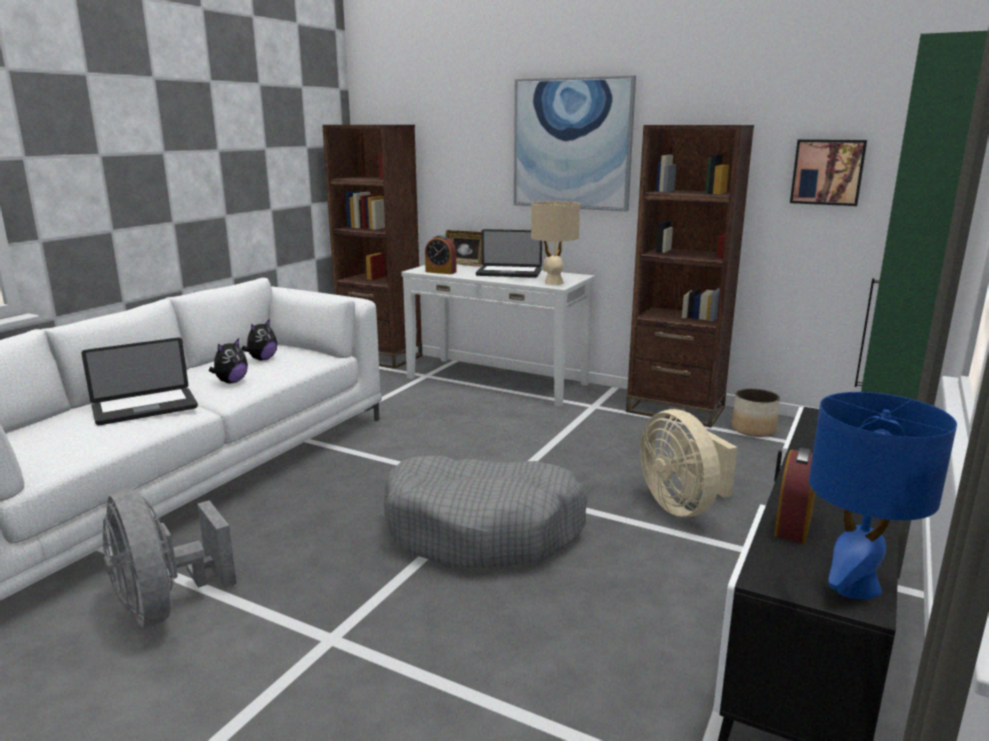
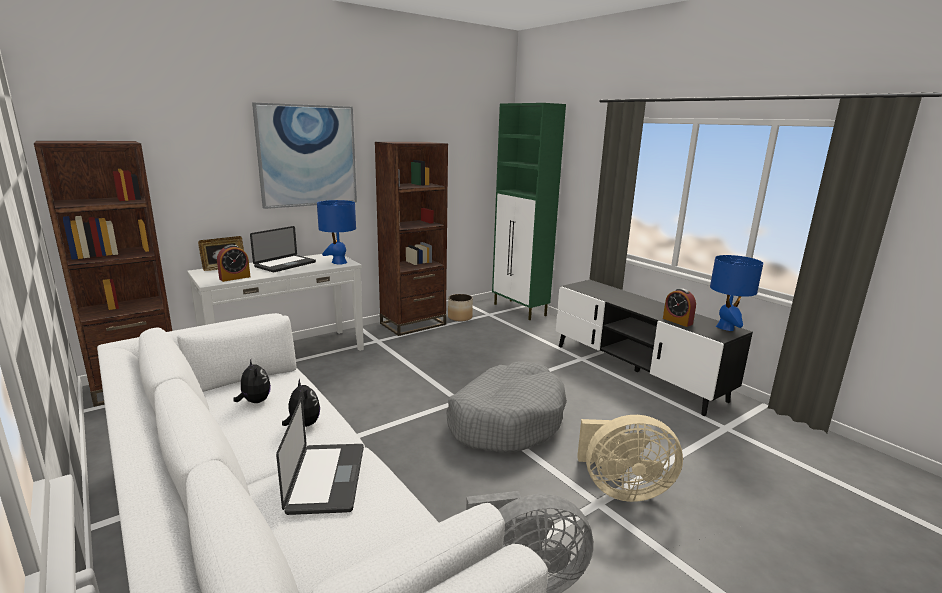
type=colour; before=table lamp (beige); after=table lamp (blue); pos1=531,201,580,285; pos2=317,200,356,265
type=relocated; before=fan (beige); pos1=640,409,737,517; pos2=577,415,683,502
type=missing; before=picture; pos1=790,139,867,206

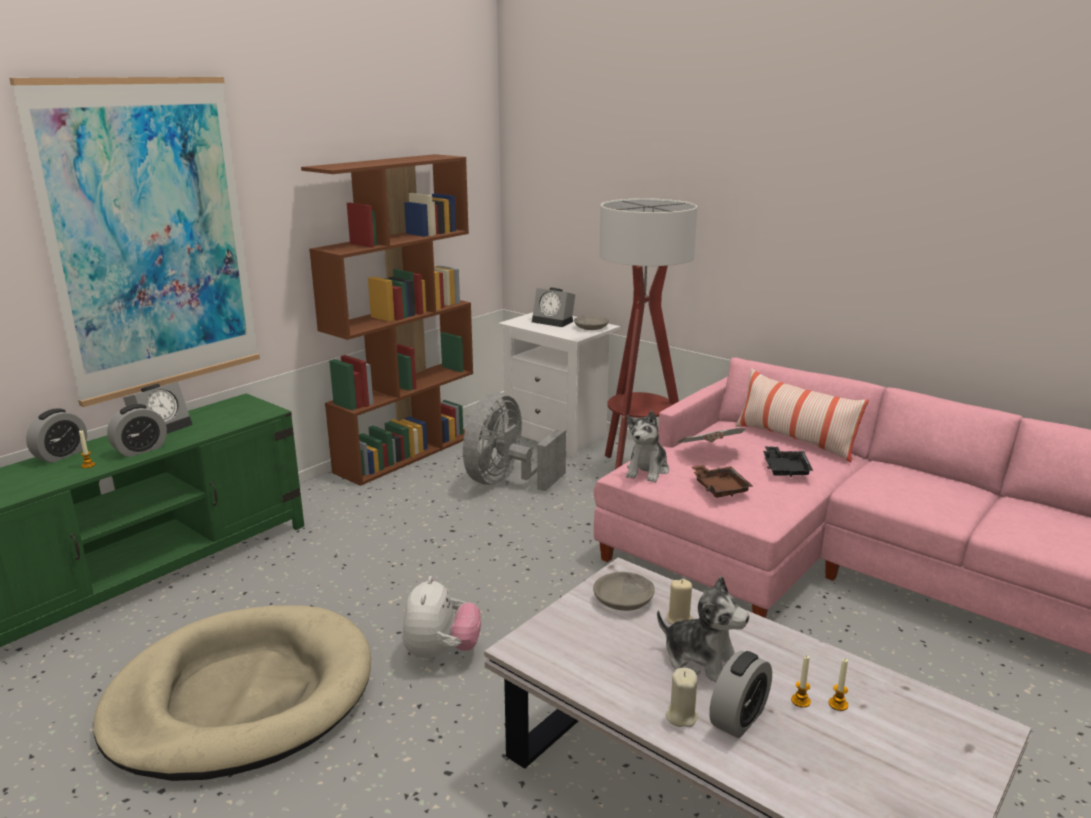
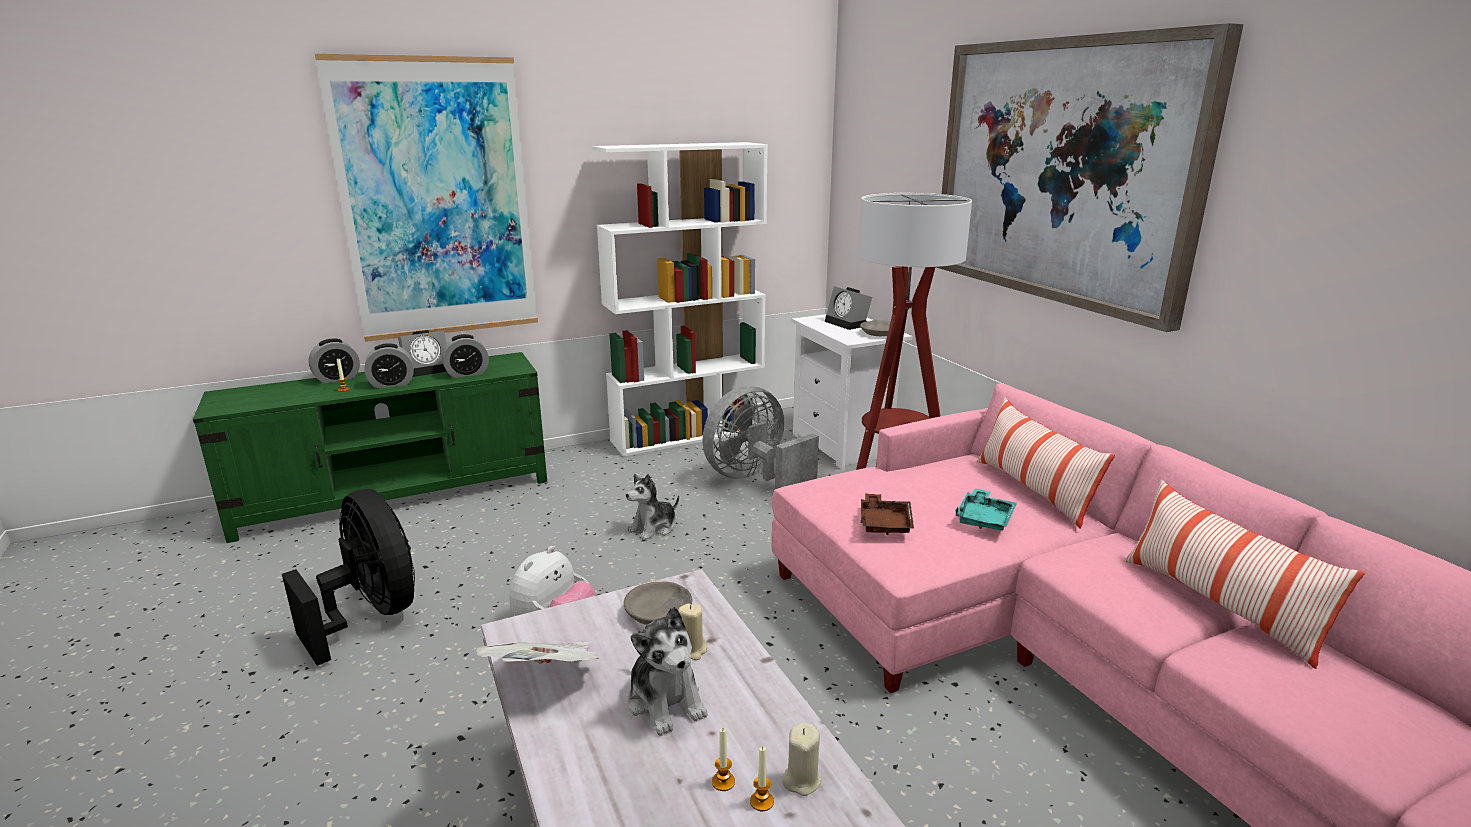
type=exchanged; before=dog bed (beige); after=fan (black); pos1=94,605,371,781; pos2=282,489,415,666
type=relocated; before=alarm clock; pos1=709,651,772,738; pos2=442,334,489,378
type=relocated; before=newspaper; pos1=678,428,746,443; pos2=476,641,599,664
type=colour; before=bookcase (brown); after=bookcase (white); pos1=301,154,473,486; pos2=592,142,768,457
type=relocated; before=plush toy; pos1=626,411,669,483; pos2=626,474,679,540
type=relocated; before=candle (beige); pos1=666,668,698,727; pos2=782,722,822,796
type=appeared; after=picture; pos2=936,23,1244,332
type=colour; before=tray (black); after=tray (turquoise); pos1=763,446,813,477; pos2=955,488,1017,530
type=appeared; after=pillow; pos2=1124,480,1365,669

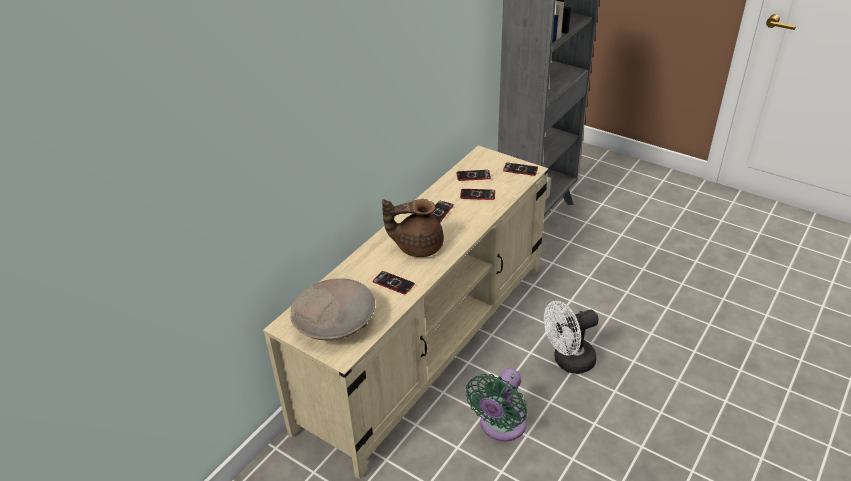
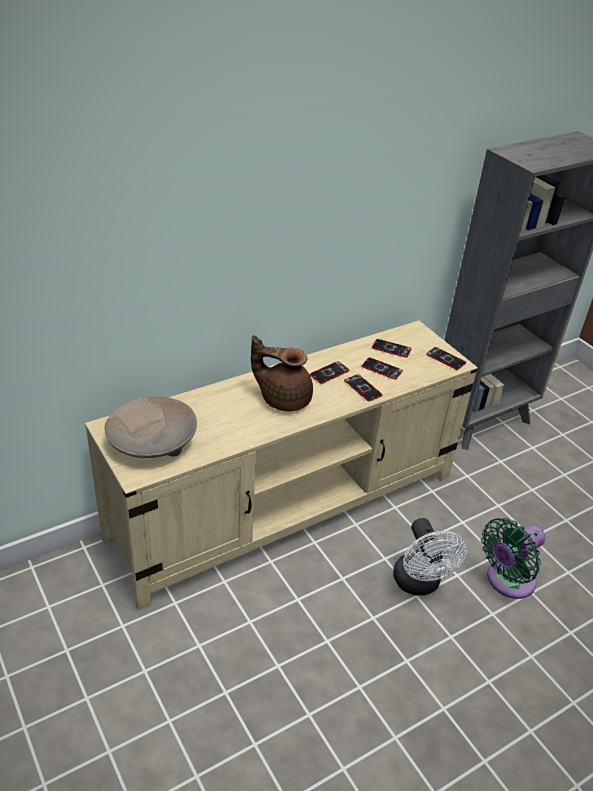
type=relocated; before=phone; pos1=373,271,415,294; pos2=344,374,383,401
type=spun; before=fan (white); pos1=544,301,599,374; pos2=393,518,467,595; turn=-105
type=relocated; before=fan (green); pos1=466,368,527,441; pos2=481,518,545,599

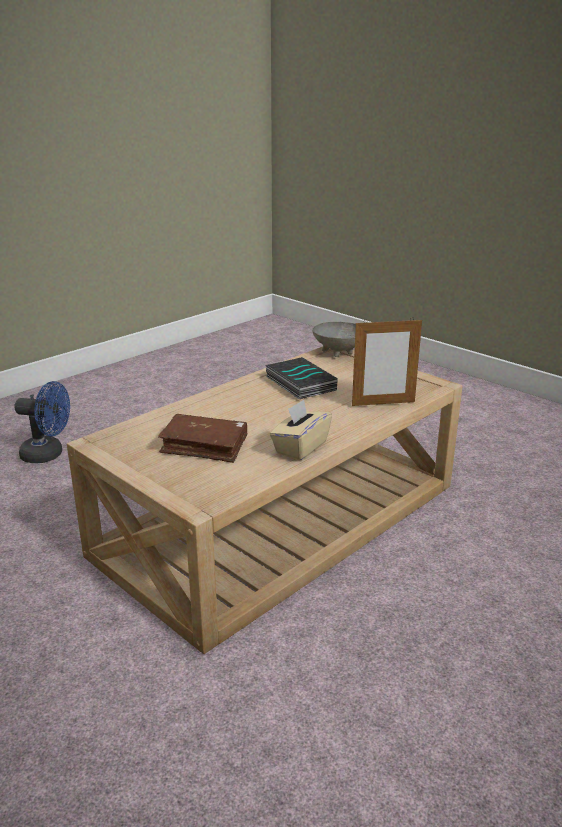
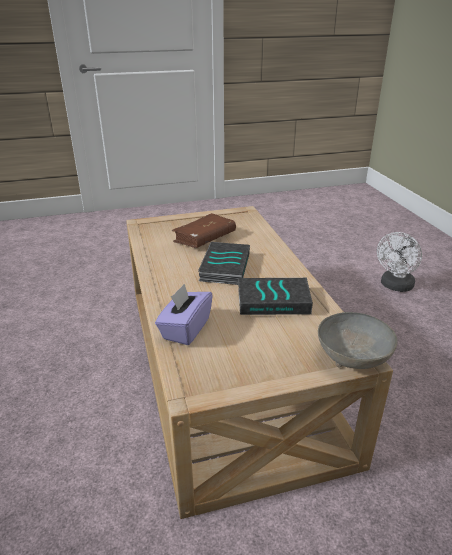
type=exchanged; before=picture frame; after=tissue box (purple); pos1=352,317,422,406; pos2=155,284,213,345
type=appeared; after=book; pos2=198,242,250,285
type=colour; before=fan (blue); after=fan (white); pos1=14,381,70,463; pos2=377,232,422,292
type=missing; before=tissue box (beige); pos1=270,400,332,461

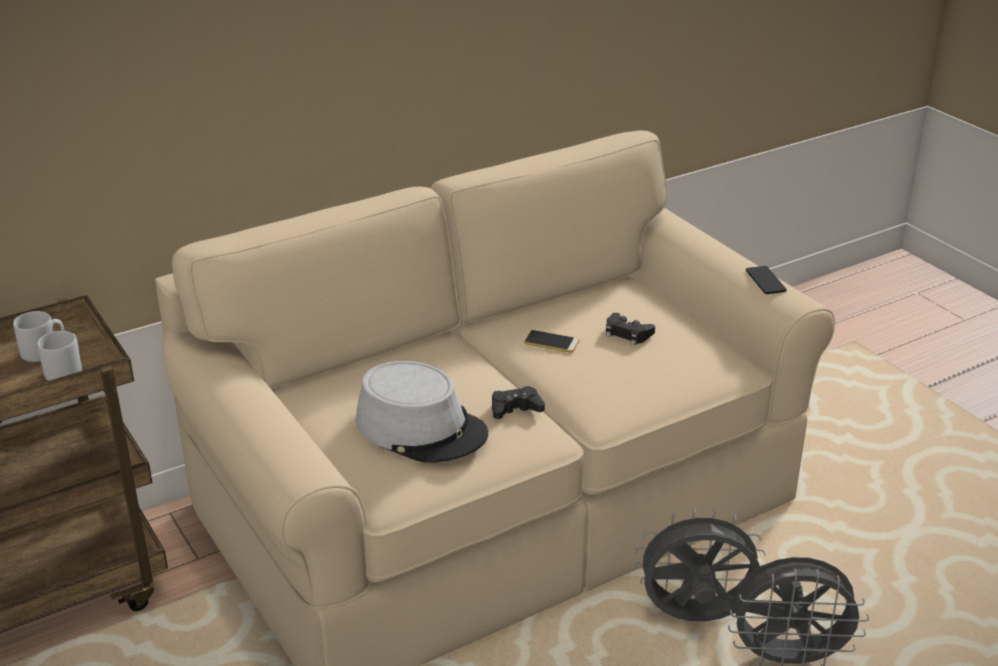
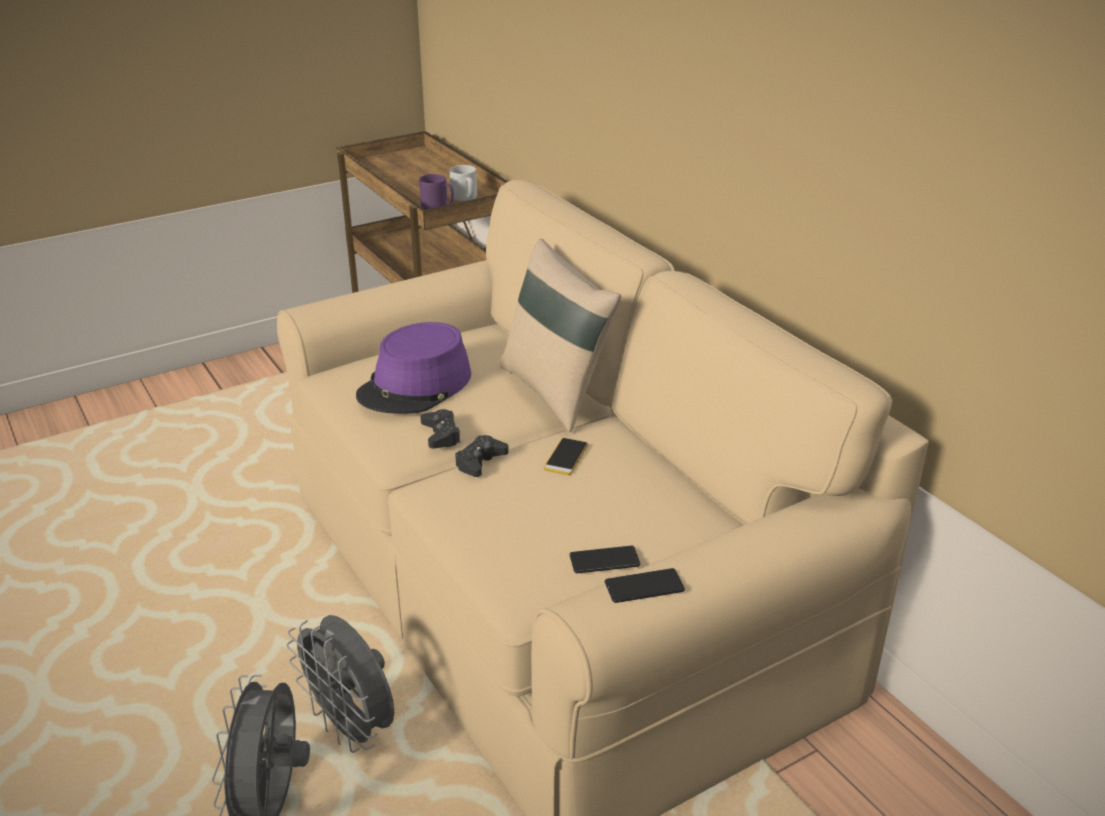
type=spun; before=fan (grey); pos1=634,508,766,621; pos2=286,615,394,753; turn=135
type=colour; before=hat (grey); after=hat (purple); pos1=356,361,488,463; pos2=356,322,471,414
type=colour; before=mug (grey); after=mug (purple); pos1=37,331,82,381; pos2=419,174,454,210
type=relocated; before=game controller (black); pos1=606,313,655,345; pos2=455,435,509,477
type=appeared; after=pillow (beige); pos2=500,239,621,432
type=appeared; after=phone; pos2=570,546,640,573

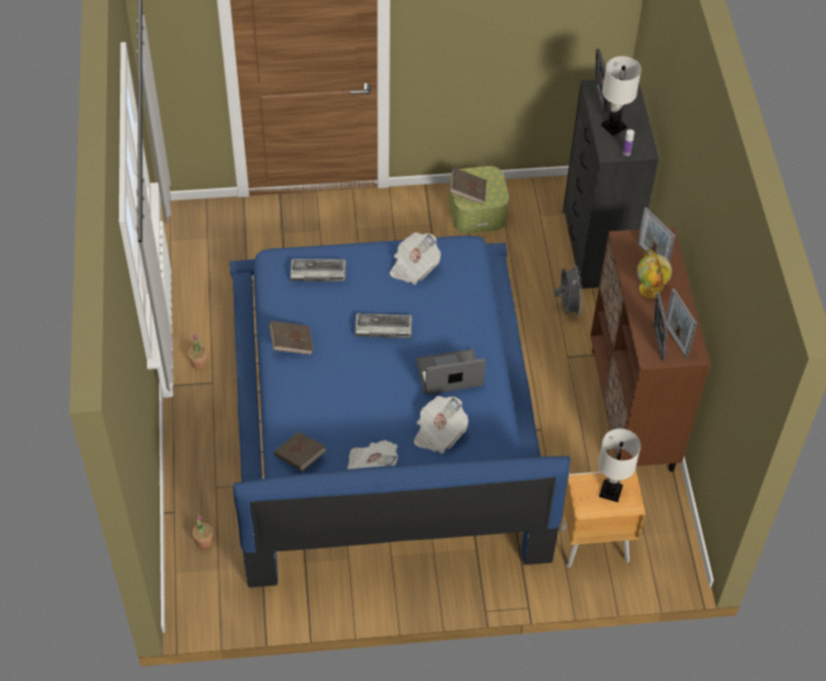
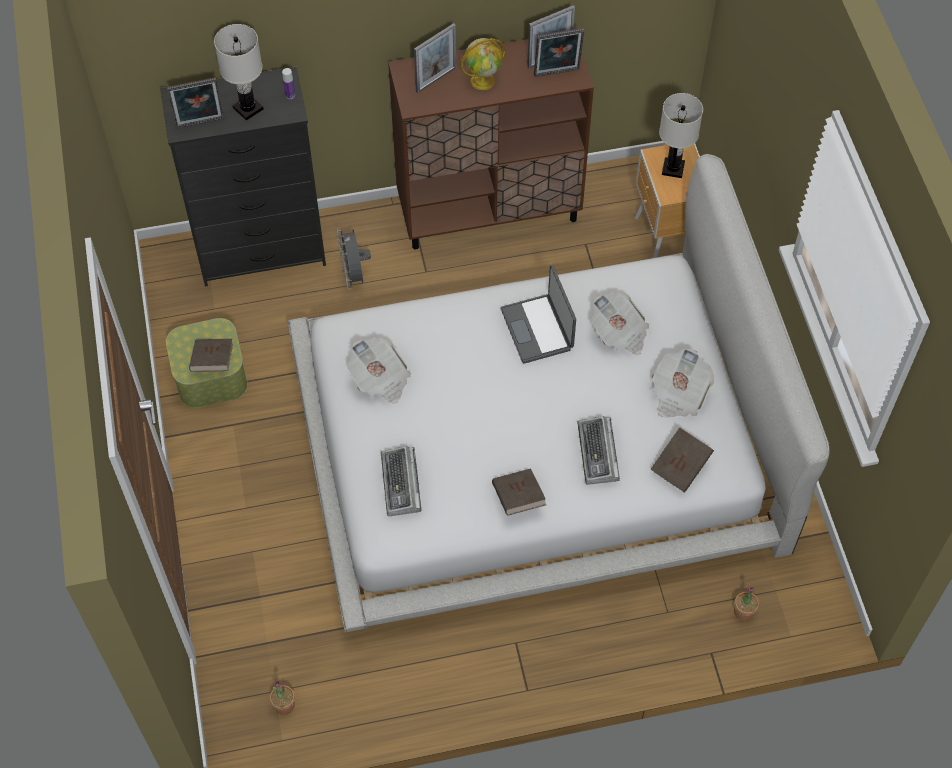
type=relocated; before=potted plant; pos1=188,335,207,370; pos2=270,681,295,715
type=colour; before=bed (blue); after=bed (white); pos1=230,236,571,588; pos2=288,154,830,633
type=spun; before=fan (grey); pos1=554,265,583,317; pos2=337,227,371,289; turn=-90
type=relocated; before=keyboard; pos1=355,313,412,338; pos2=577,416,620,485

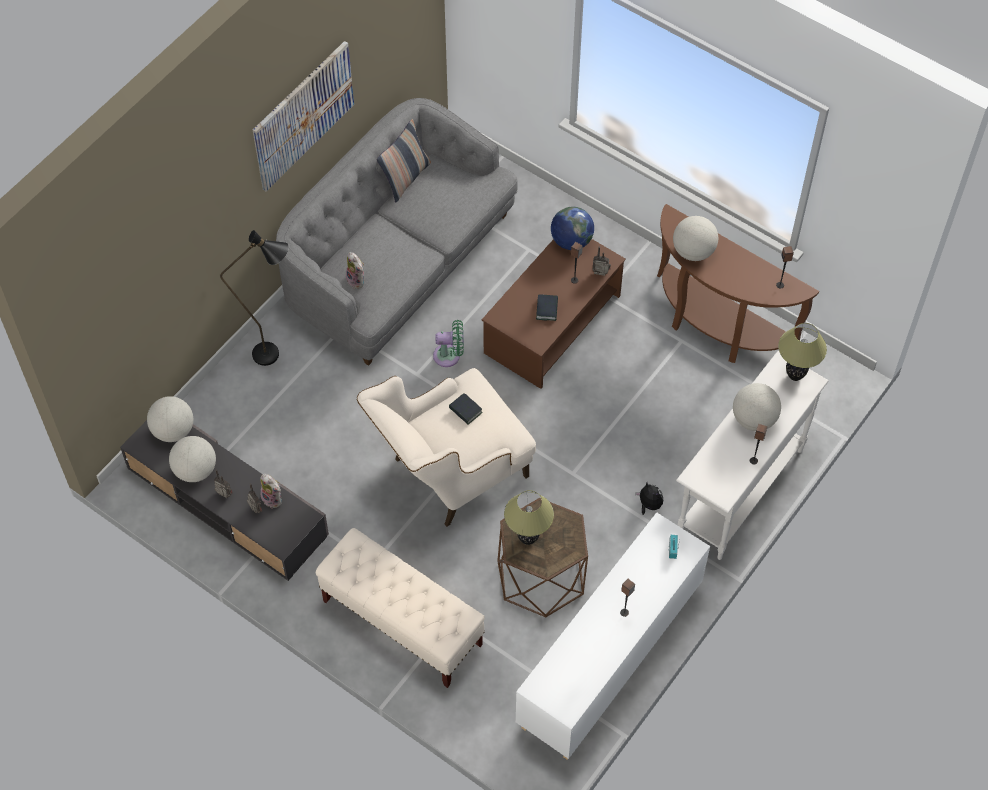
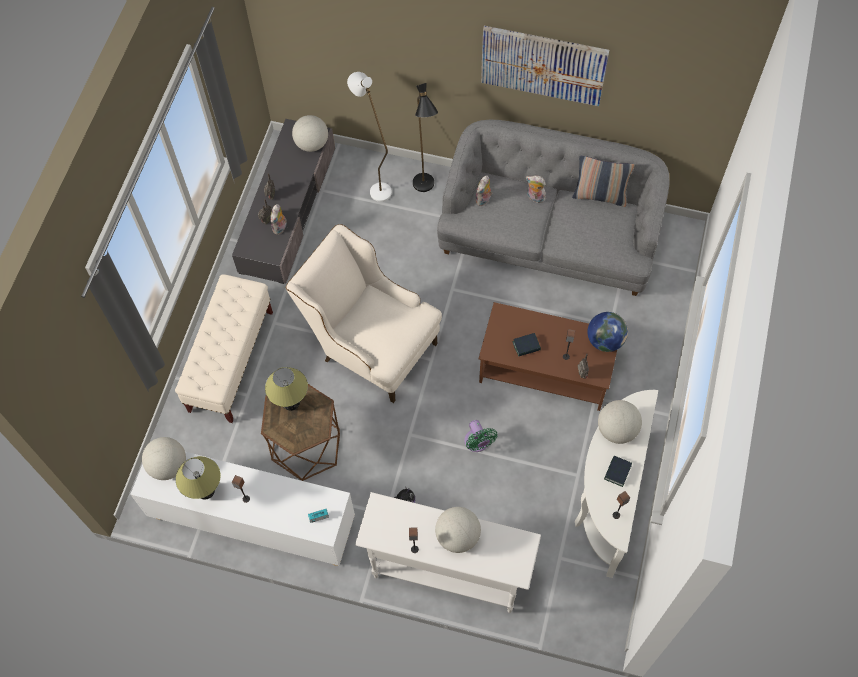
type=relocated; before=globe; pos1=169,436,216,482; pos2=142,437,186,480
type=relocated; before=table lamp; pos1=778,323,827,381; pos2=176,456,221,499
type=appeared; after=floor lamp (white); pos2=347,72,392,202
type=relocated; before=fan (green); pos1=433,320,464,367; pos2=464,420,498,452
type=appeared; after=plush toy; pos2=526,175,546,203
type=colour; before=console table (brown); after=console table (white); pos1=657,204,819,363; pos2=575,390,658,578
type=relocated; before=book; pos1=449,393,483,425; pos2=604,456,632,487

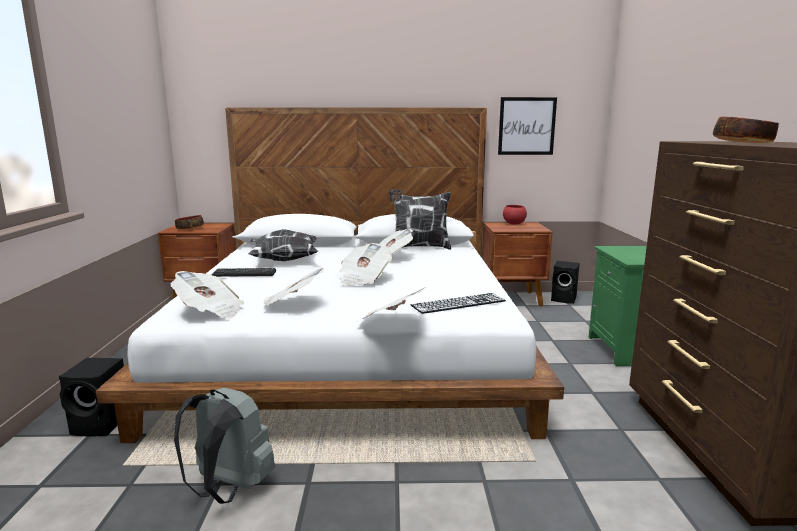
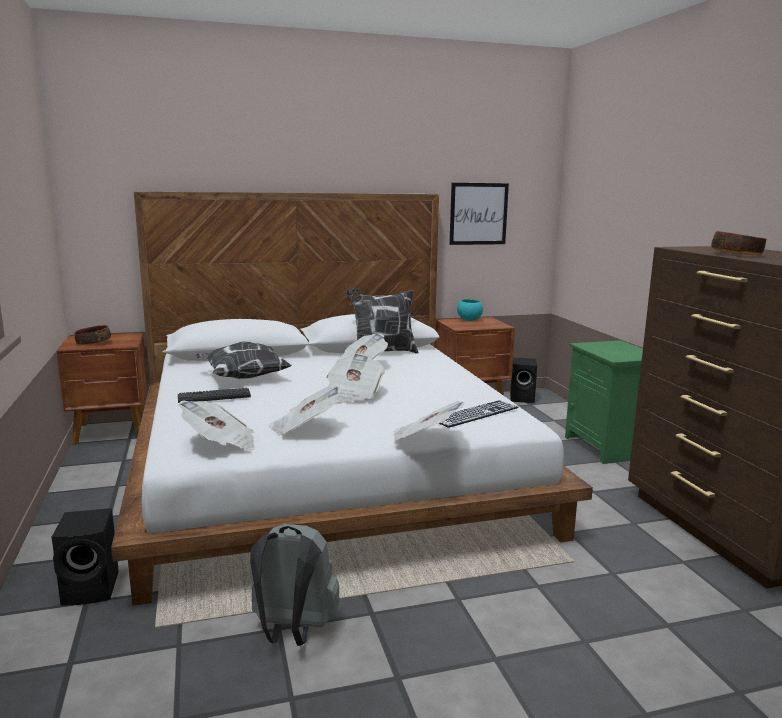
type=colour; before=bowl (red); after=bowl (turquoise); pos1=503,205,527,225; pos2=457,299,483,321

